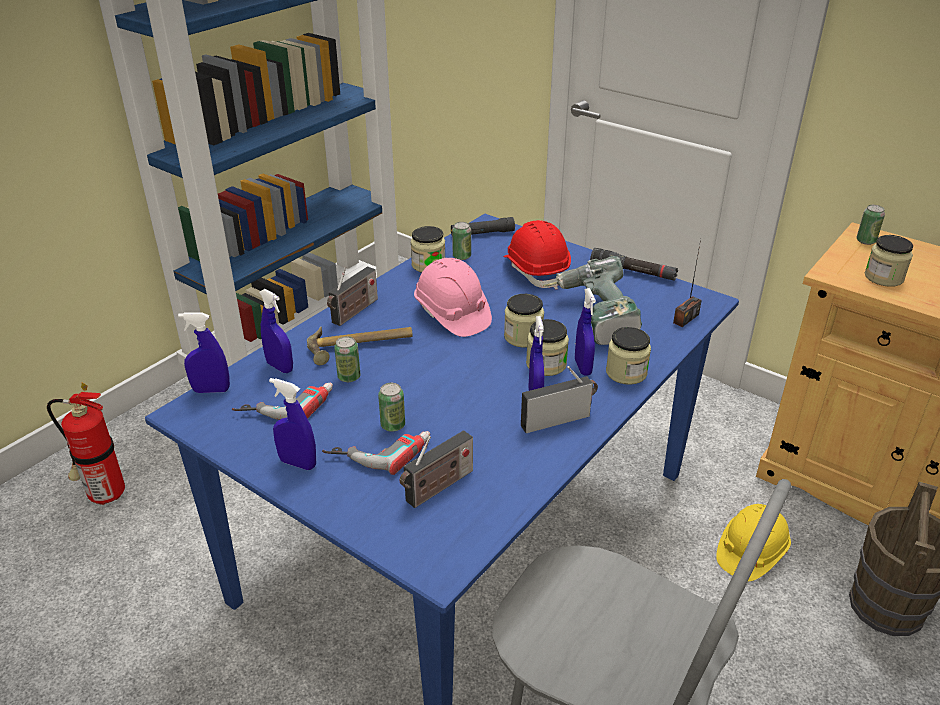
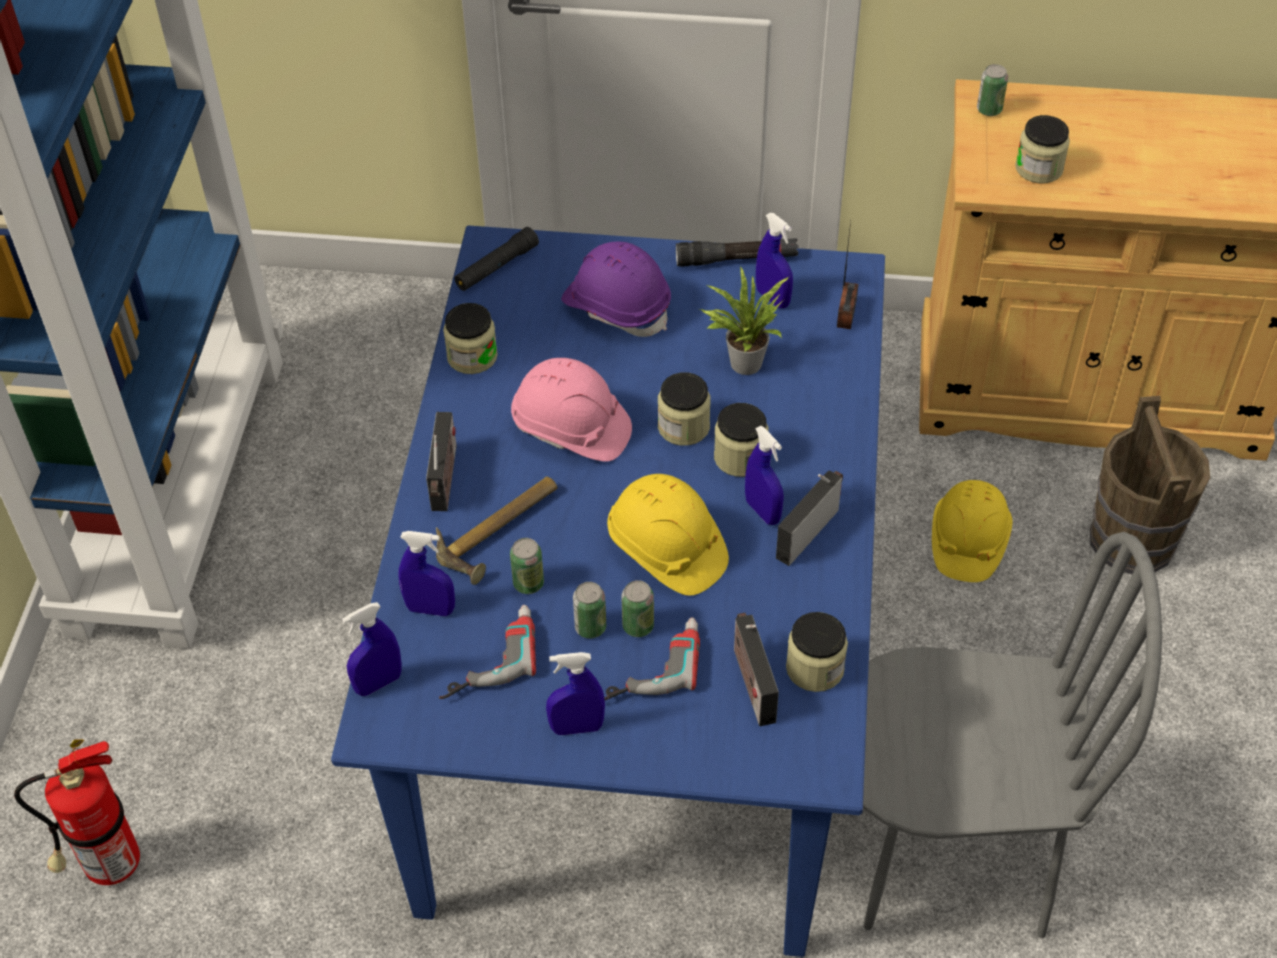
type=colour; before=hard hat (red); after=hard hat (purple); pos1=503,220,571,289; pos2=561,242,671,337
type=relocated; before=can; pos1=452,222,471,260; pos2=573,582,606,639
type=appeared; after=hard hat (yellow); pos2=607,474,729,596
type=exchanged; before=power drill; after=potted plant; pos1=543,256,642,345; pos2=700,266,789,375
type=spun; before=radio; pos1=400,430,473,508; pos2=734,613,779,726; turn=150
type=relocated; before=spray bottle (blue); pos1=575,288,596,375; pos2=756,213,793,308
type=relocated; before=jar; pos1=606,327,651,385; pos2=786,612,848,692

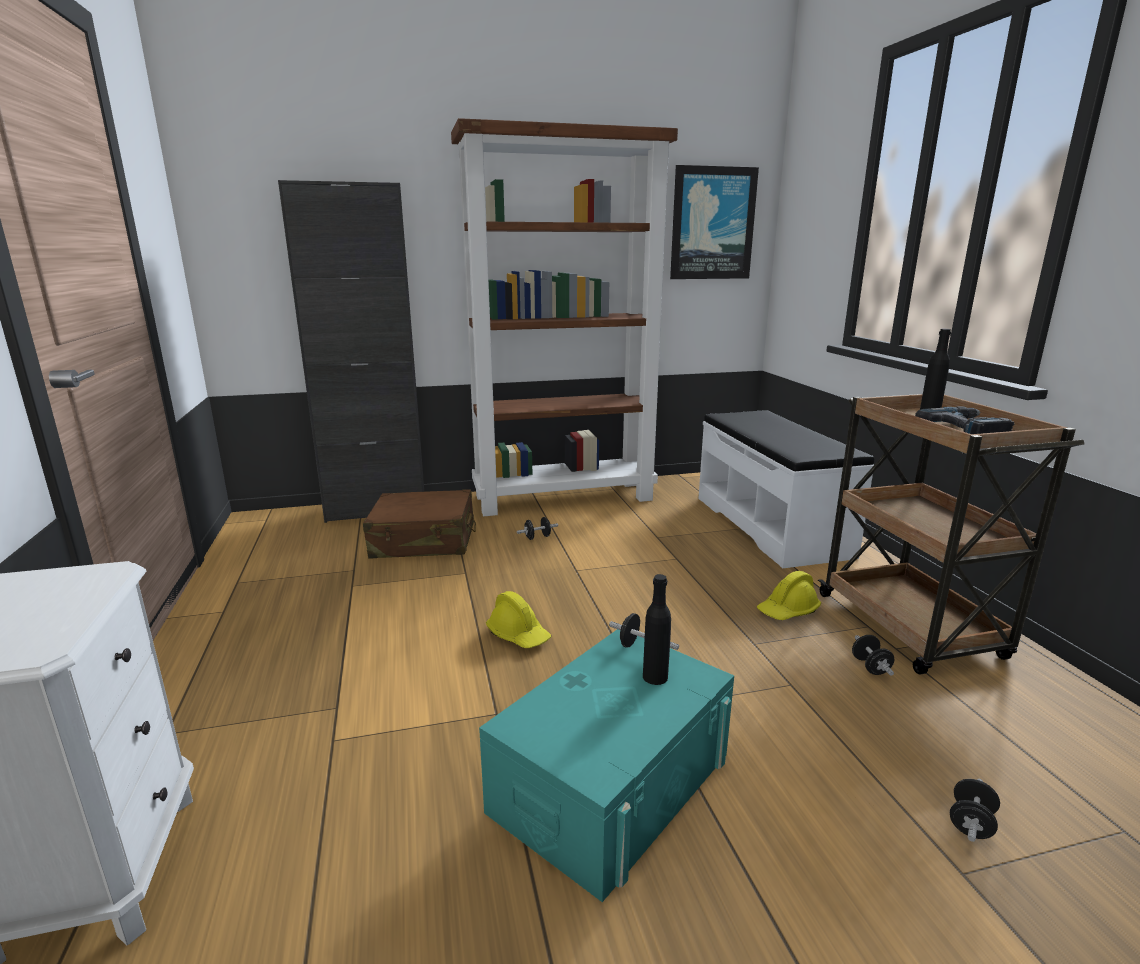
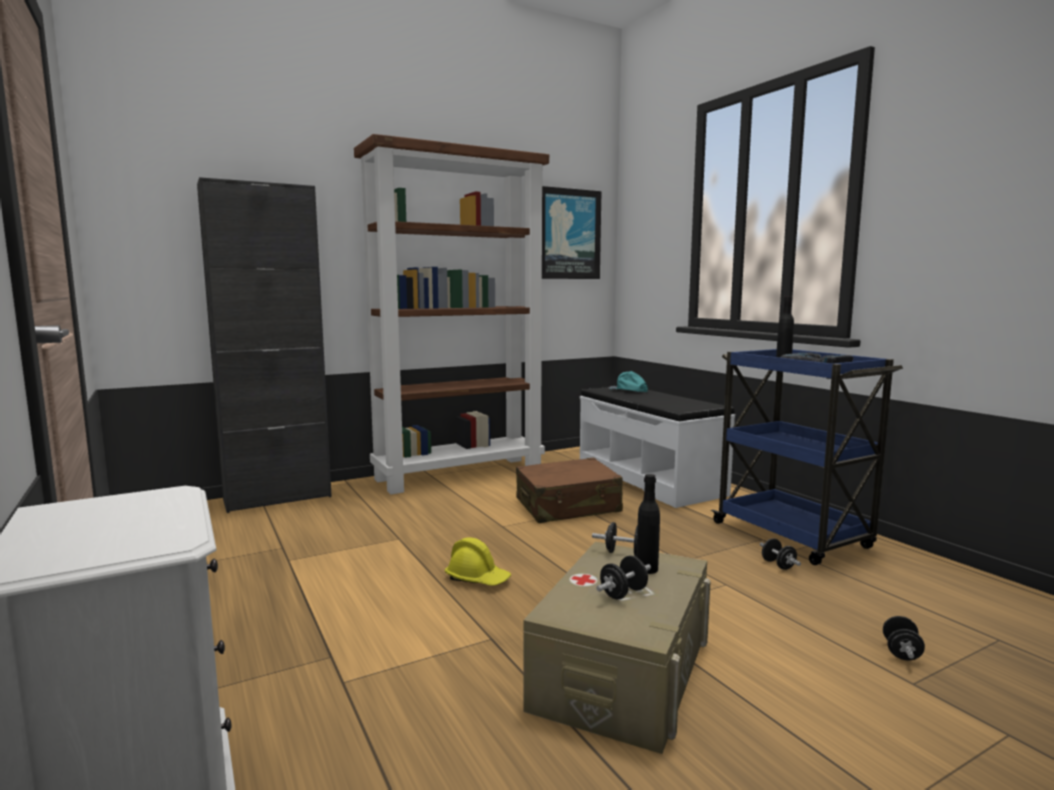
type=relocated; before=suitcase (brown); pos1=363,489,476,559; pos2=516,458,623,523
type=colour; before=storage box (turquoise); after=storage box (beige); pos1=479,629,734,902; pos2=523,542,711,754
type=relocated; before=dumbbell (black); pos1=517,517,558,540; pos2=596,556,651,600
type=appeared; after=cap (turquoise); pos2=608,371,648,392
type=colour; before=cart (brown); after=cart (blue); pos1=818,394,1084,675; pos2=711,349,903,565
type=missing; before=hard hat (yellow); pos1=757,571,821,620

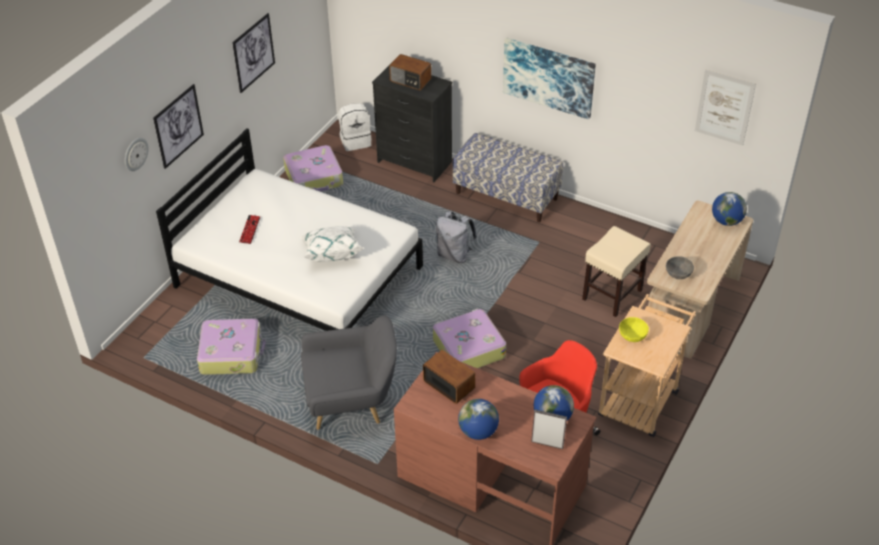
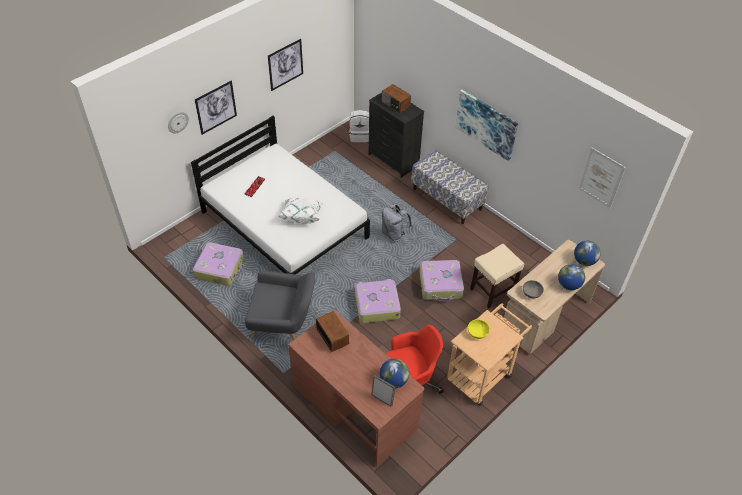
type=relocated; before=suitcase; pos1=283,145,343,191; pos2=419,260,464,301
type=relocated; before=globe; pos1=458,399,499,440; pos2=558,264,585,290

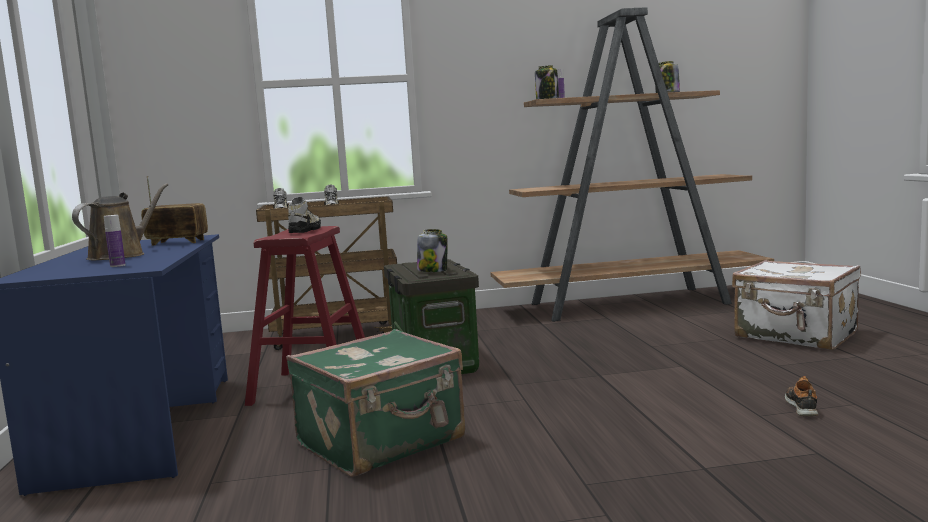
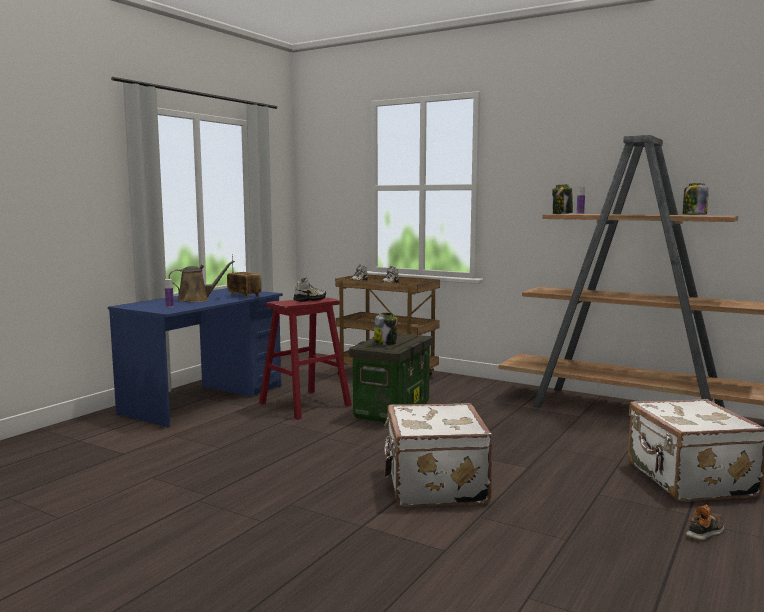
type=appeared; after=suitcase (white); pos2=384,403,493,507
type=relocated; before=shoe; pos1=785,376,818,416; pos2=686,504,724,541
type=missing; before=suitcase (green); pos1=286,329,465,477

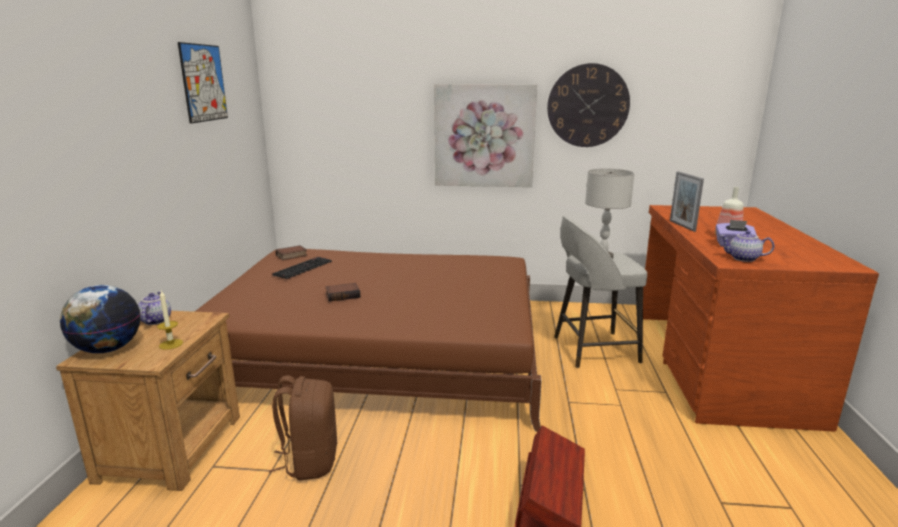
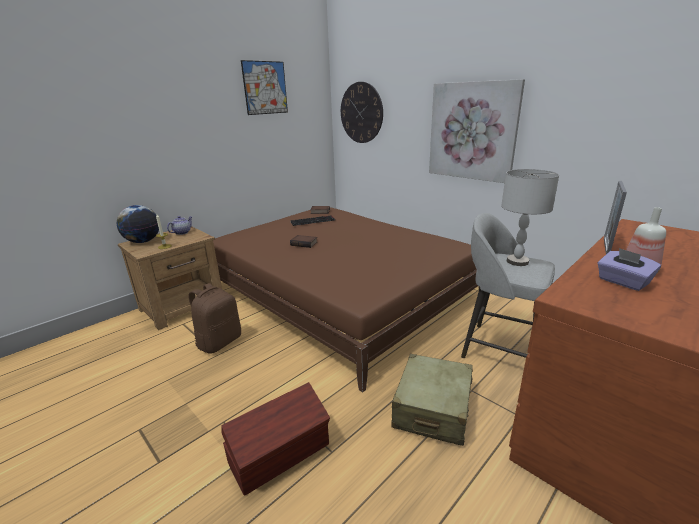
type=relocated; before=wall clock; pos1=547,63,630,147; pos2=341,82,383,143
type=appeared; after=suitcase (beige); pos2=391,354,473,446
type=missing; before=teapot; pos1=721,230,774,262

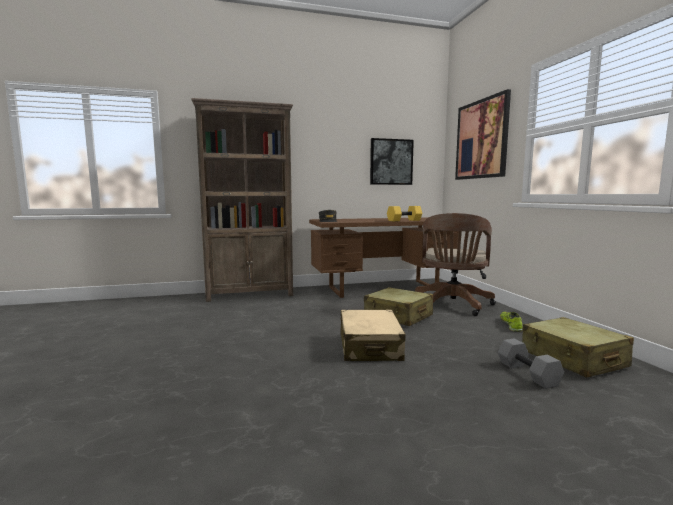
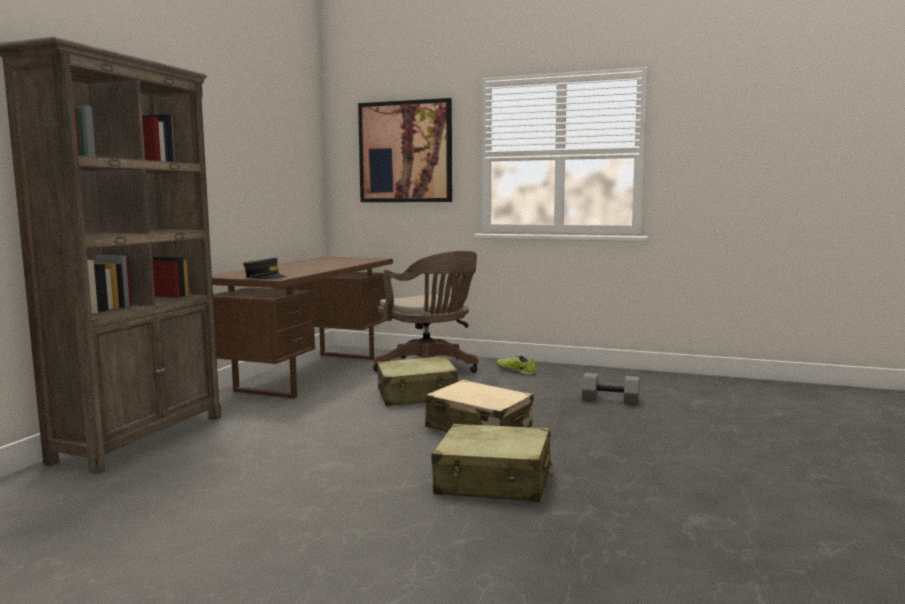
type=relocated; before=suitcase (beige); pos1=522,317,634,378; pos2=431,424,554,502
type=missing; before=picture; pos1=370,138,414,185
type=missing; before=dumbbell (yellow); pos1=387,206,422,221

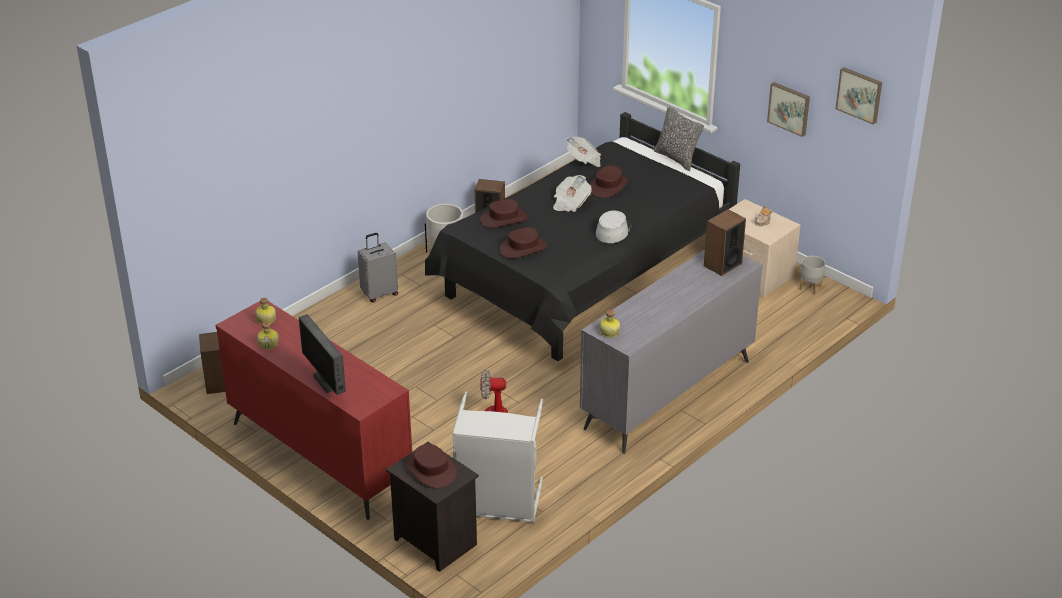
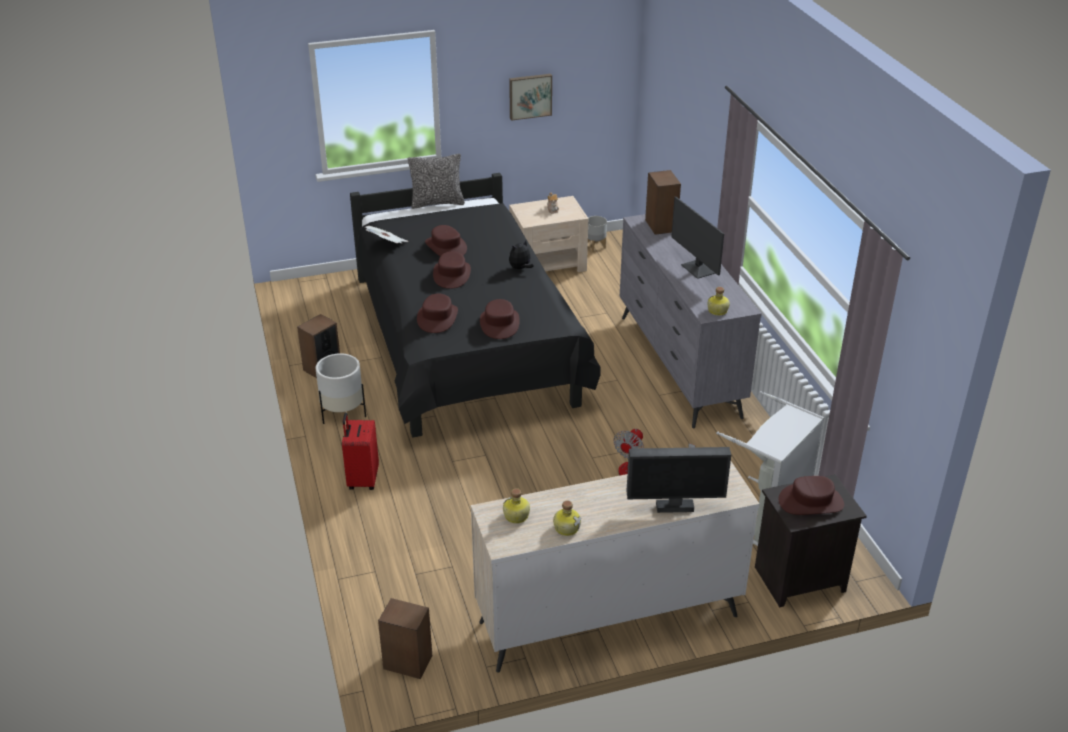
type=colour; before=suitcase (grey); after=suitcase (red); pos1=358,233,398,302; pos2=342,412,379,490
type=exchanged; before=newspaper; after=hat (brown); pos1=553,175,592,212; pos2=433,251,471,289
type=colour; before=dresser (red); after=dresser (beige); pos1=216,301,412,520; pos2=471,461,759,673
type=exchanged; before=hat (grey); after=plush toy; pos1=596,210,632,243; pos2=509,241,534,269
type=appeared; after=monitor; pos2=671,197,724,279
type=missing; before=picture; pos1=835,67,882,125

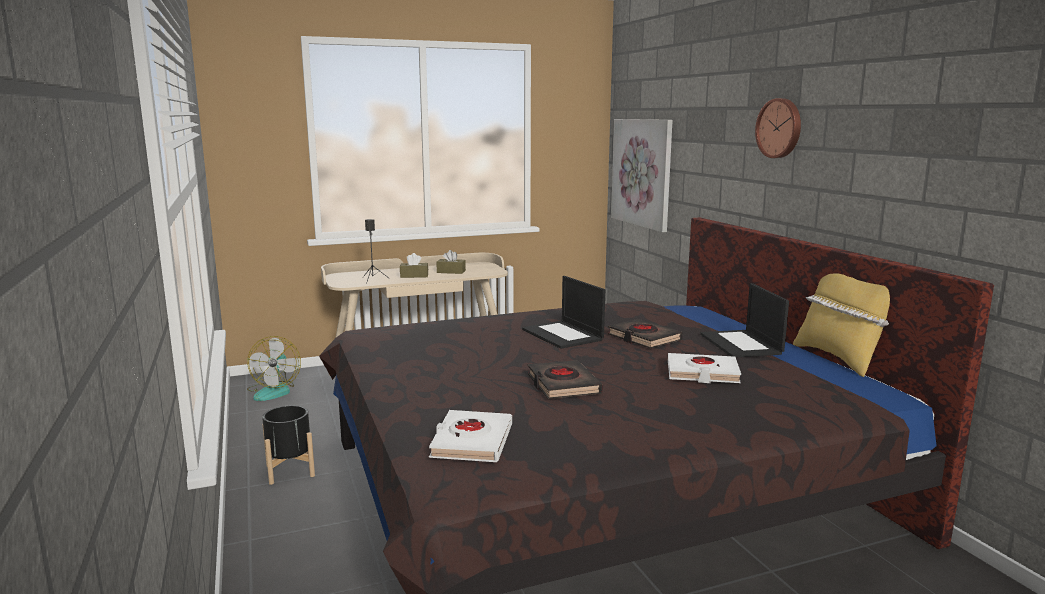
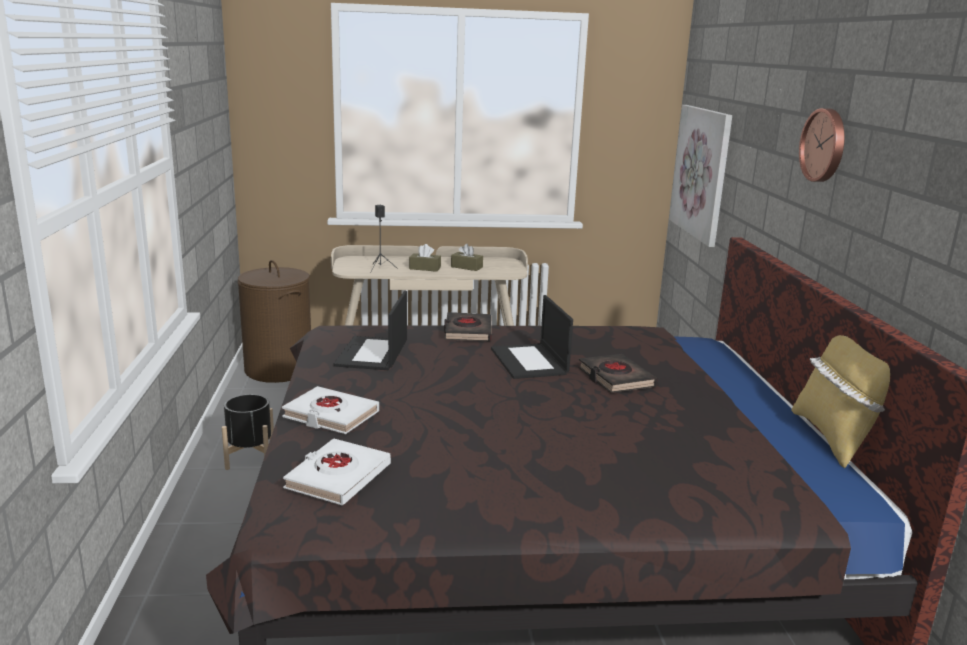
type=exchanged; before=fan; after=laundry basket (brown); pos1=247,336,301,401; pos2=238,260,311,383
type=relocated; before=book (white); pos1=668,353,741,383; pos2=282,386,379,434
type=relocated; before=laptop; pos1=700,283,789,357; pos2=334,291,407,370
type=relocated; before=book (black); pos1=528,360,602,399; pos2=444,312,492,341

